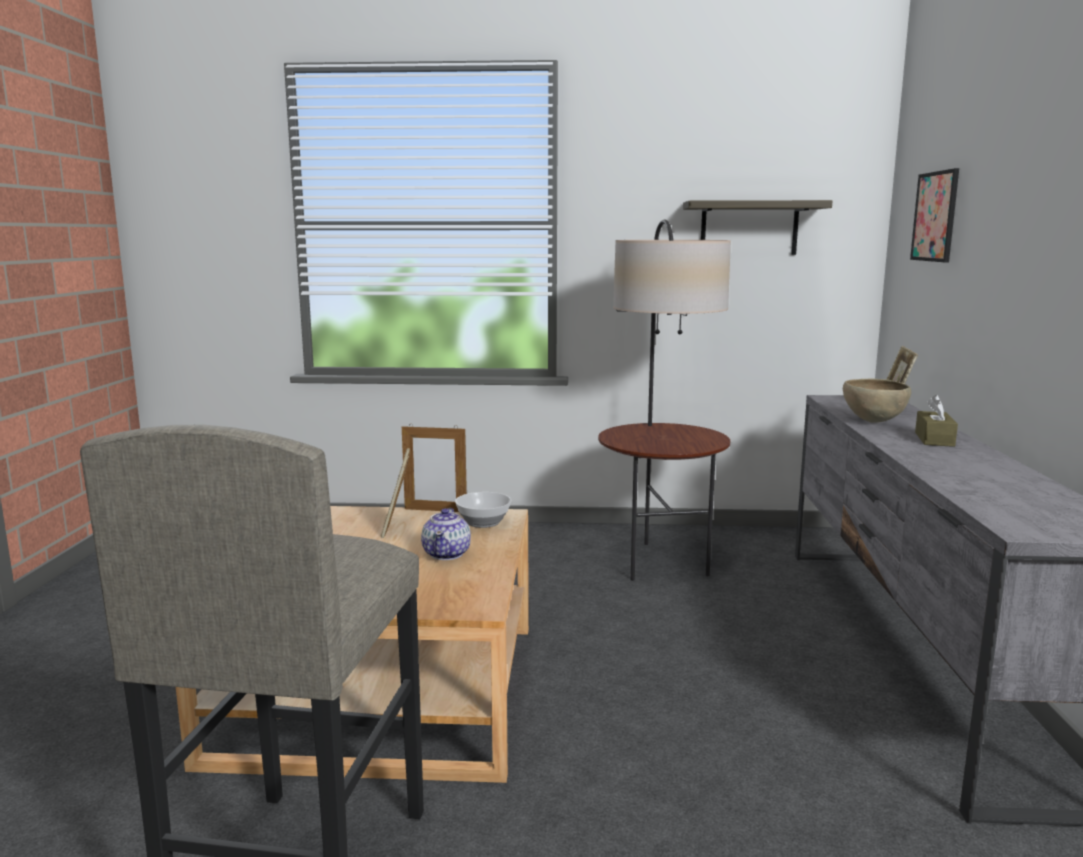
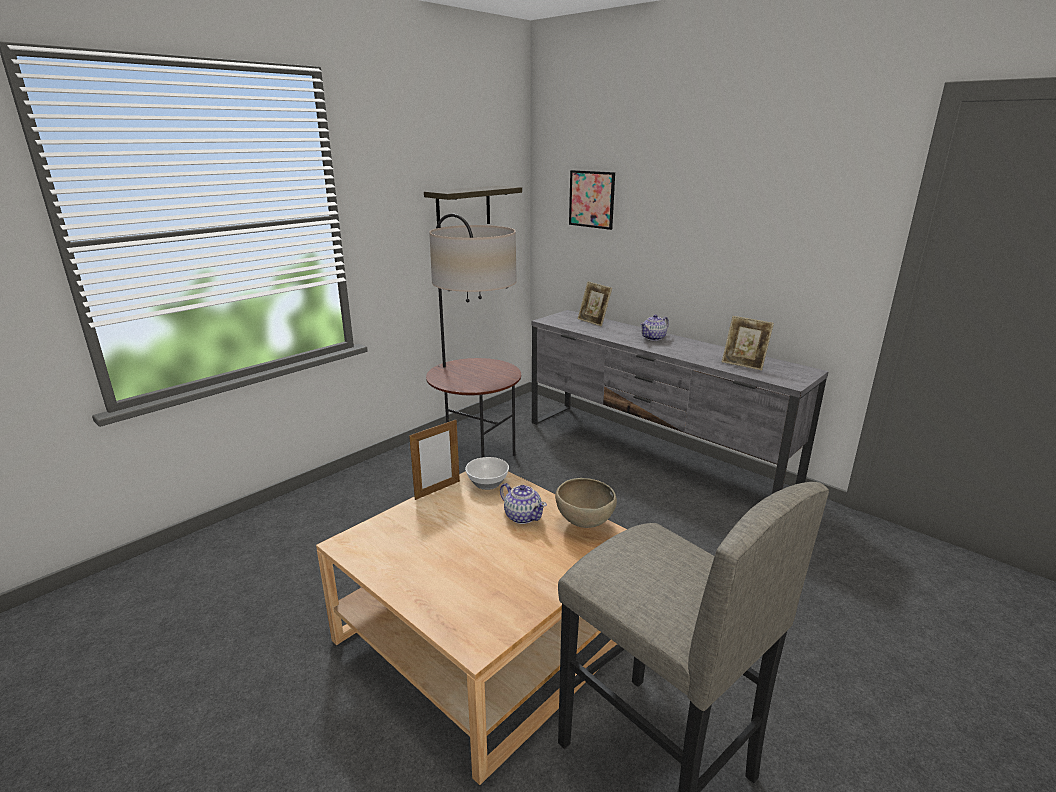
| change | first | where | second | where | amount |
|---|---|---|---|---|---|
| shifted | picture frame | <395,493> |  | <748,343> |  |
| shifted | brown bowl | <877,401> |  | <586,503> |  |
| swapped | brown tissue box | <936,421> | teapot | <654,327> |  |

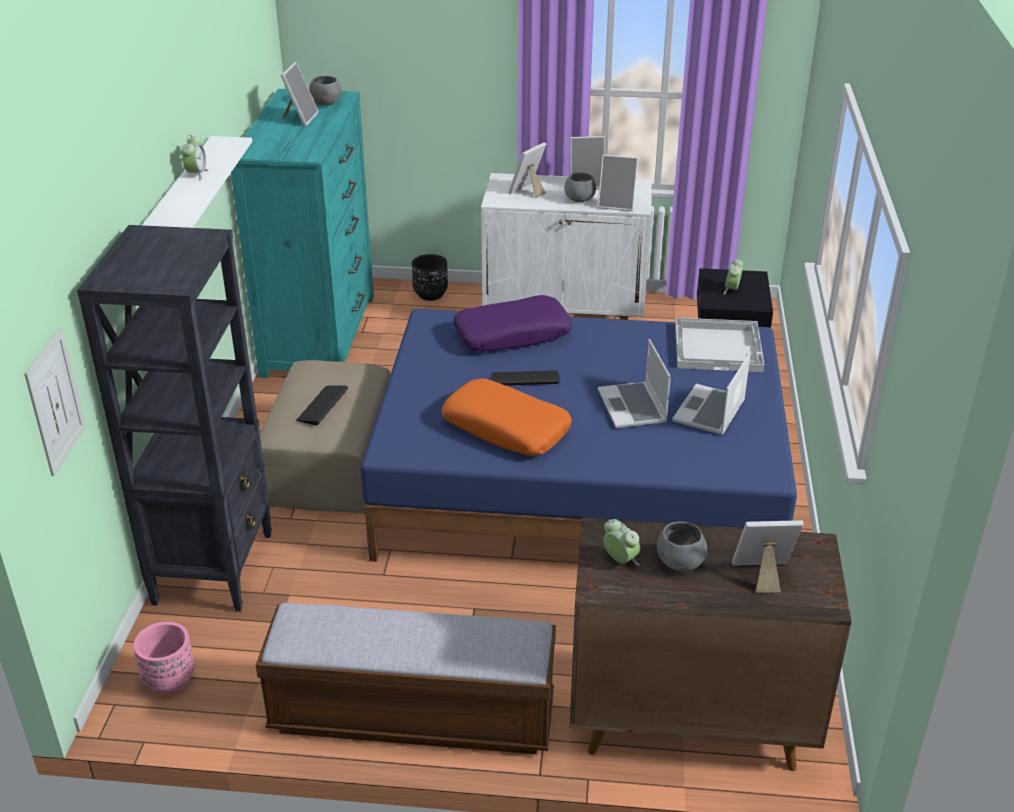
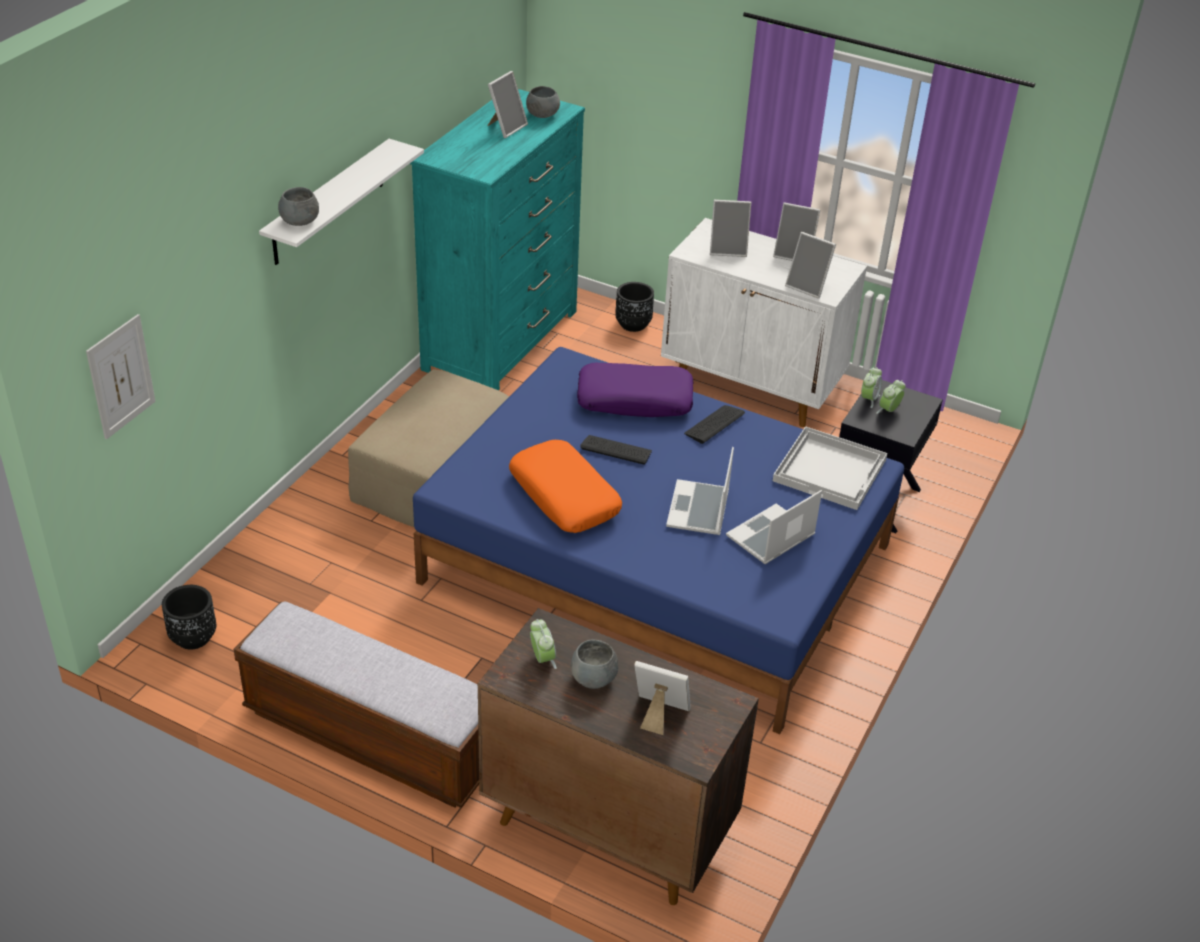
| change | first | where | second | where | amount |
|---|---|---|---|---|---|
| gone | black bookcase | <174,418> |  |  |  |
| shifted | alarm clock | <195,158> |  | <871,387> |  |
| shifted | keyboard | <322,405> |  | <714,424> |  |
| shifted | grey bowl | <580,187> |  | <298,206> |  |
| repainted | pink planter | <164,658> | black planter | <189,617> |  |
| rotated | picture frame | <527,170> |  | <730,228> | 150 degrees counterclockwise |

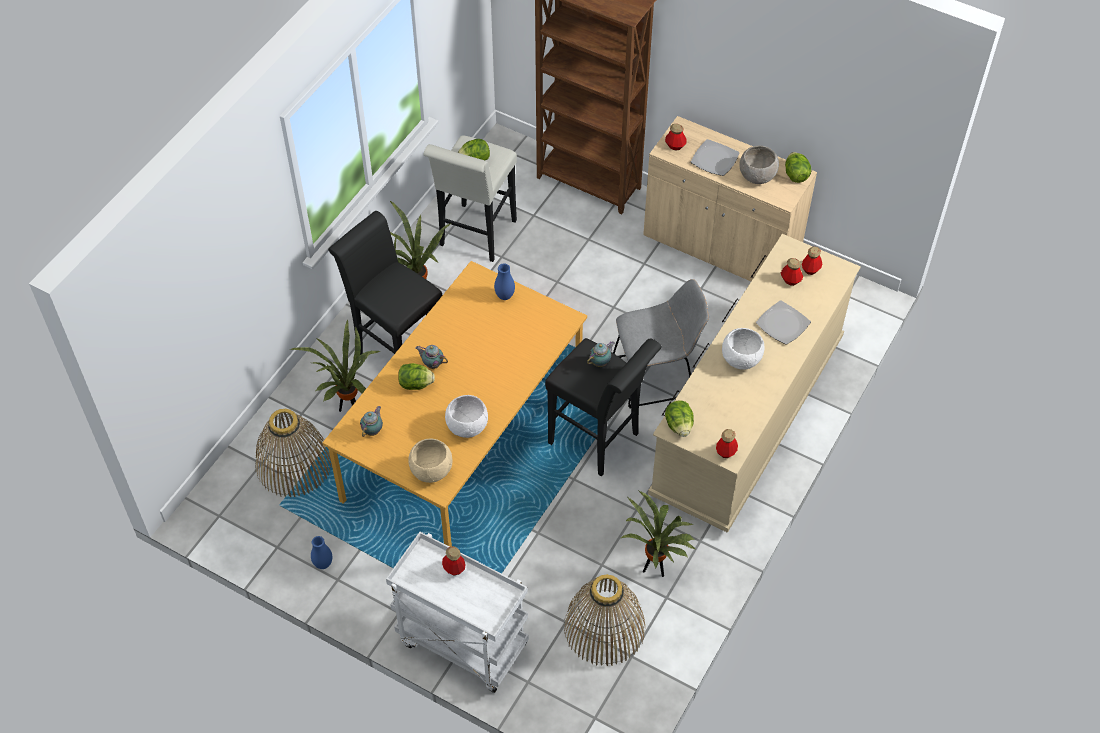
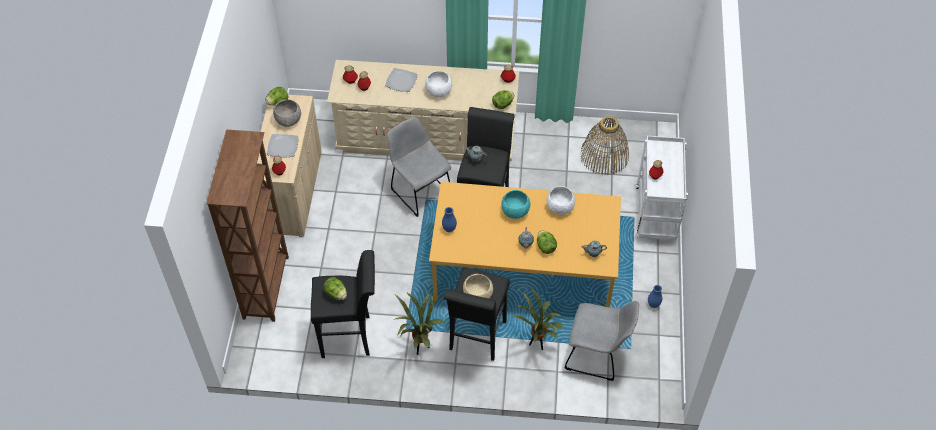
| change | first | where | second | where | amount |
|---|---|---|---|---|---|
| gone | potted plant | <658,534> |  |  |  |
| new |  |  | turquoise bowl | <515,204> |  |
| shifted | beige bowl | <430,460> |  | <478,286> |  |
| swapped | basket | <293,453> | grey chair | <602,341> |  |
| repainted | white stool | <470,198> | black stool | <343,304> |  |

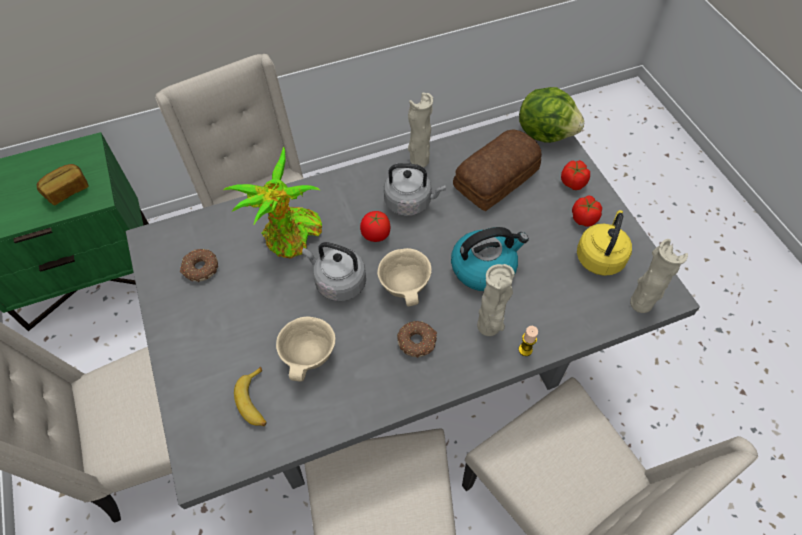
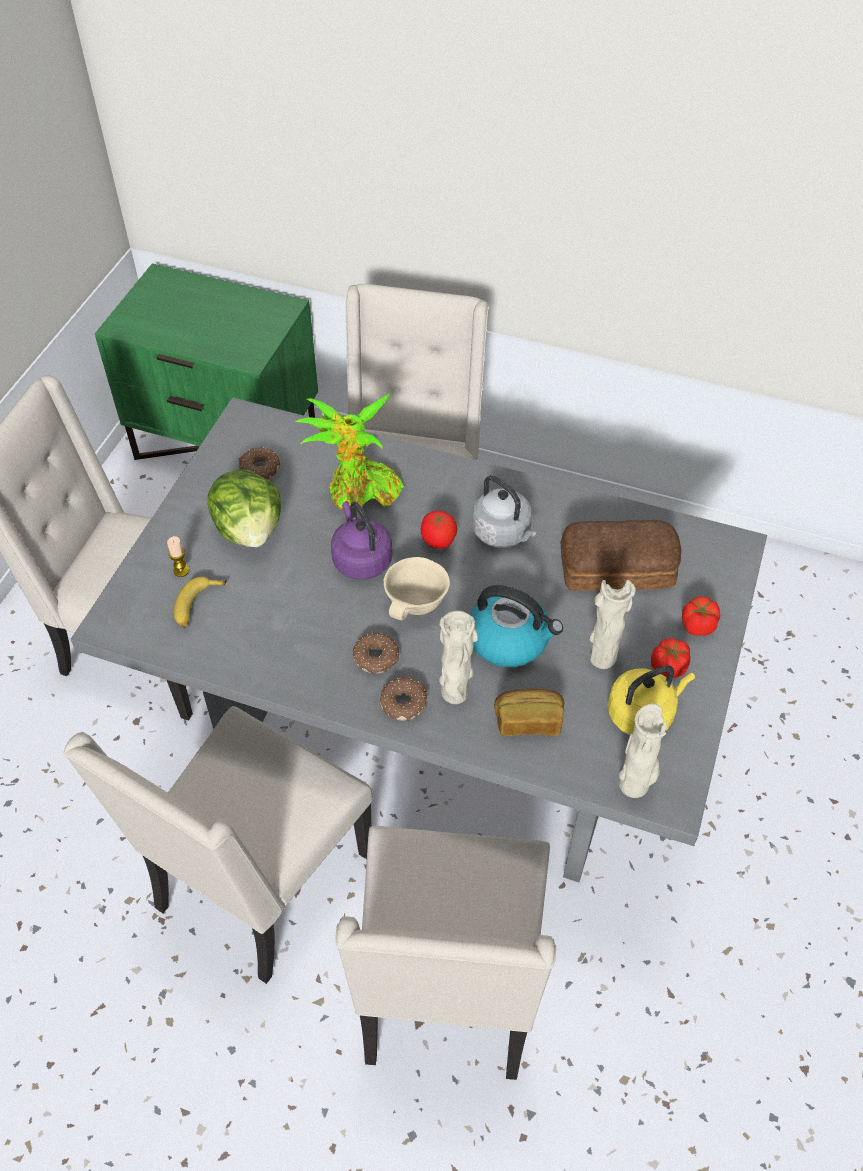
| change | first | where | second | where | amount |
|---|---|---|---|---|---|
| gone | beige bowl | <305,349> |  |  |  |
| new |  |  | donut | <404,698> |  |
| shifted | bread | <62,184> |  | <529,712> |  |
| shifted | beige vase | <420,130> |  | <613,624> |  |
| shifted | candle | <528,341> |  | <178,556> |  |
| shifted | lettuce | <551,115> |  | <244,508> |  |
| repainted | grey kettle | <334,271> | purple kettle | <361,540> |  |

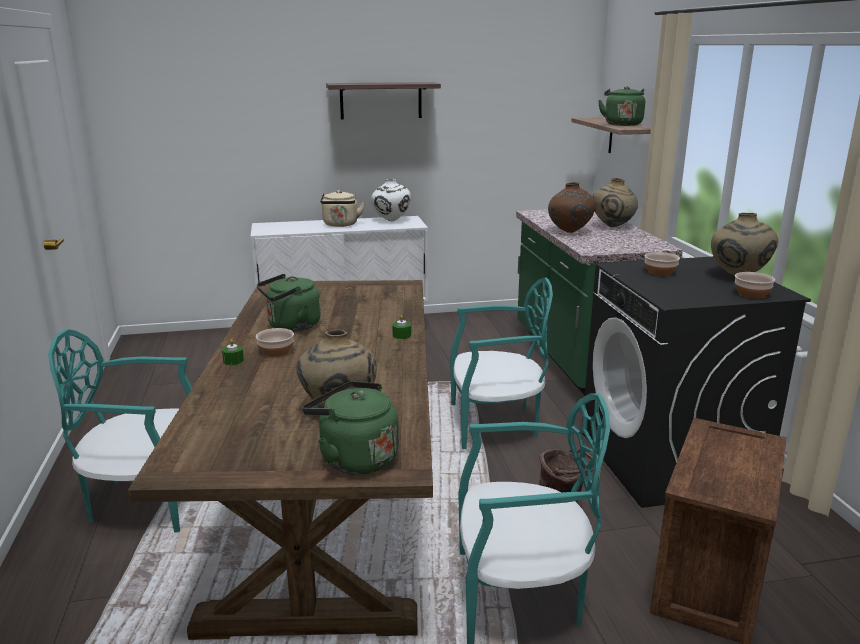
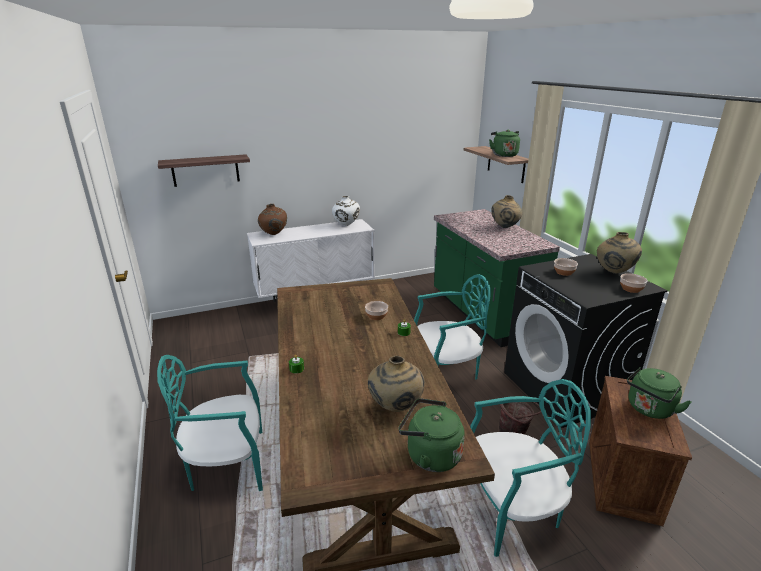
| change | first | where | second | where | amount |
|---|---|---|---|---|---|
| gone | beige kettle | <342,208> |  |  |  |
| shifted | bowl | <275,342> |  | <376,310> |  |
| shifted | green kettle | <289,303> |  | <659,393> |  |
| shifted | shelf | <383,101> |  | <204,170> |  |
| shifted | brown vase | <572,207> |  | <272,219> |  |

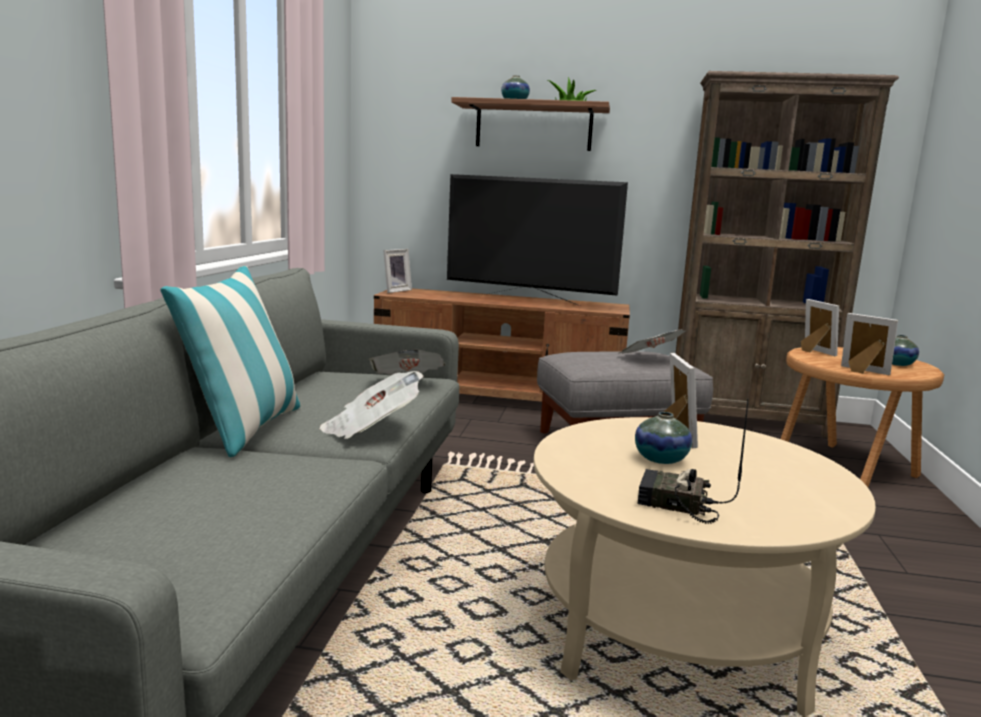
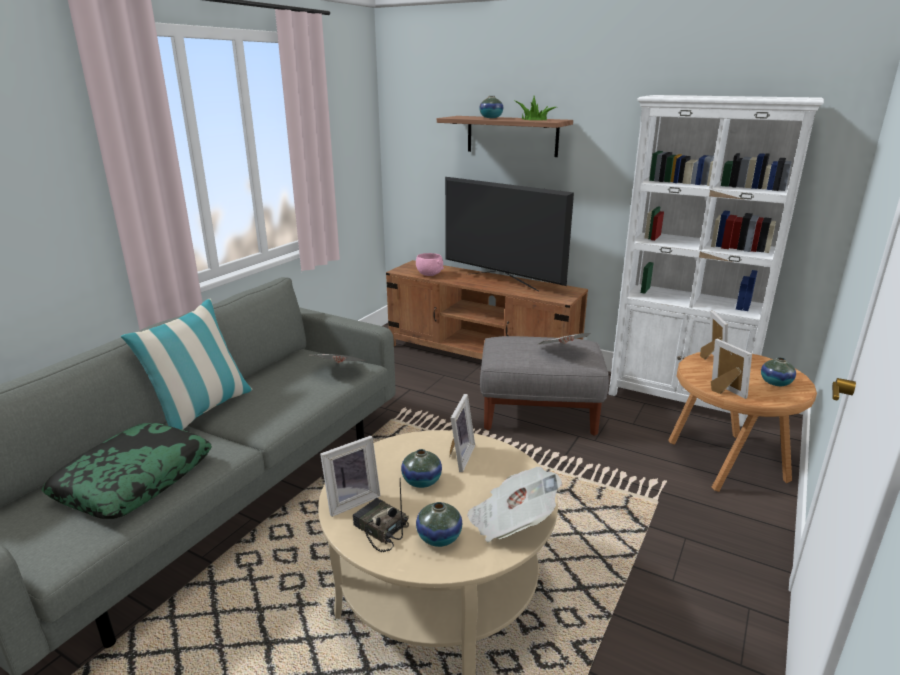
| change | first | where | second | where | amount |
|---|---|---|---|---|---|
| new |  |  | pillow | <127,471> |  |
| new |  |  | pink bowl | <430,264> |  |
| new |  |  | vase | <439,524> |  |
| shifted | newspaper | <372,405> |  | <514,504> |  |
| shifted | picture frame | <397,271> |  | <350,476> |  |
| repainted | brown bookcase | <787,254> | white bookcase | <716,261> |  |

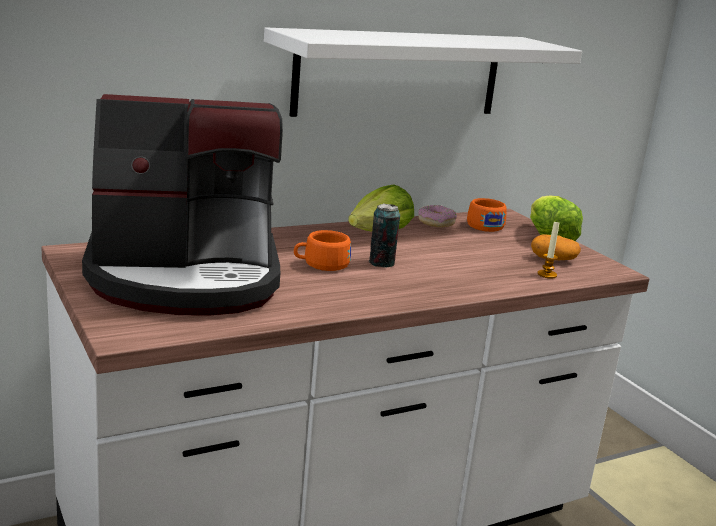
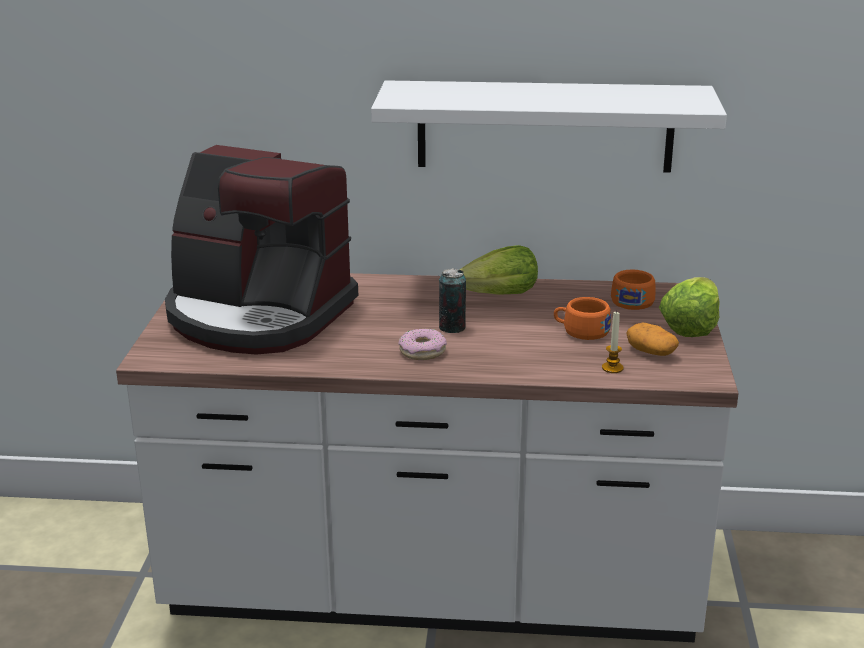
| change | first | where | second | where | amount |
|---|---|---|---|---|---|
| shifted | orange cup | <322,250> |  | <582,318> |  |
| shifted | donut | <437,216> |  | <422,344> |  |

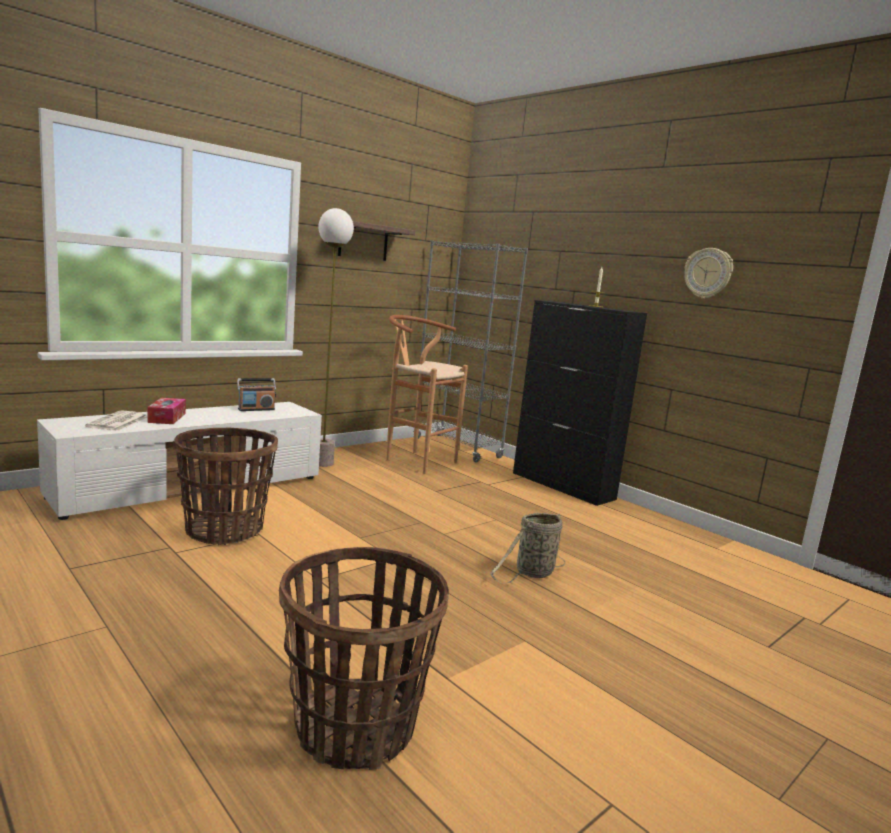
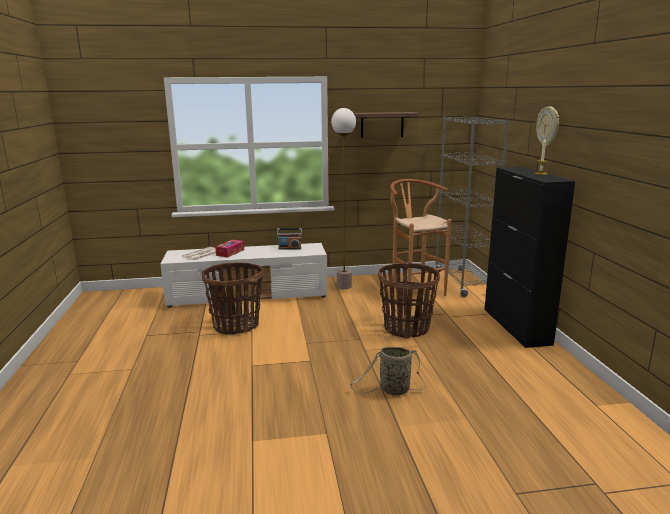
| change | first | where | second | where | amount |
|---|---|---|---|---|---|
| shifted | basket | <364,658> |  | <409,301> |  |
| shifted | wall clock | <708,273> |  | <547,126> |  |

